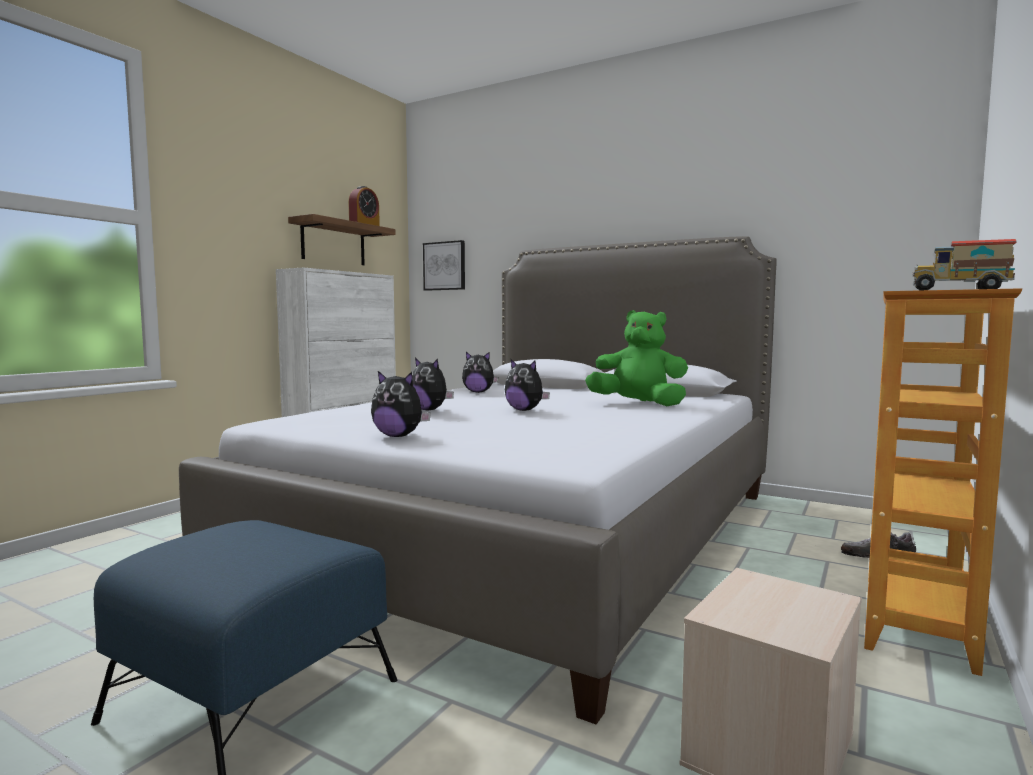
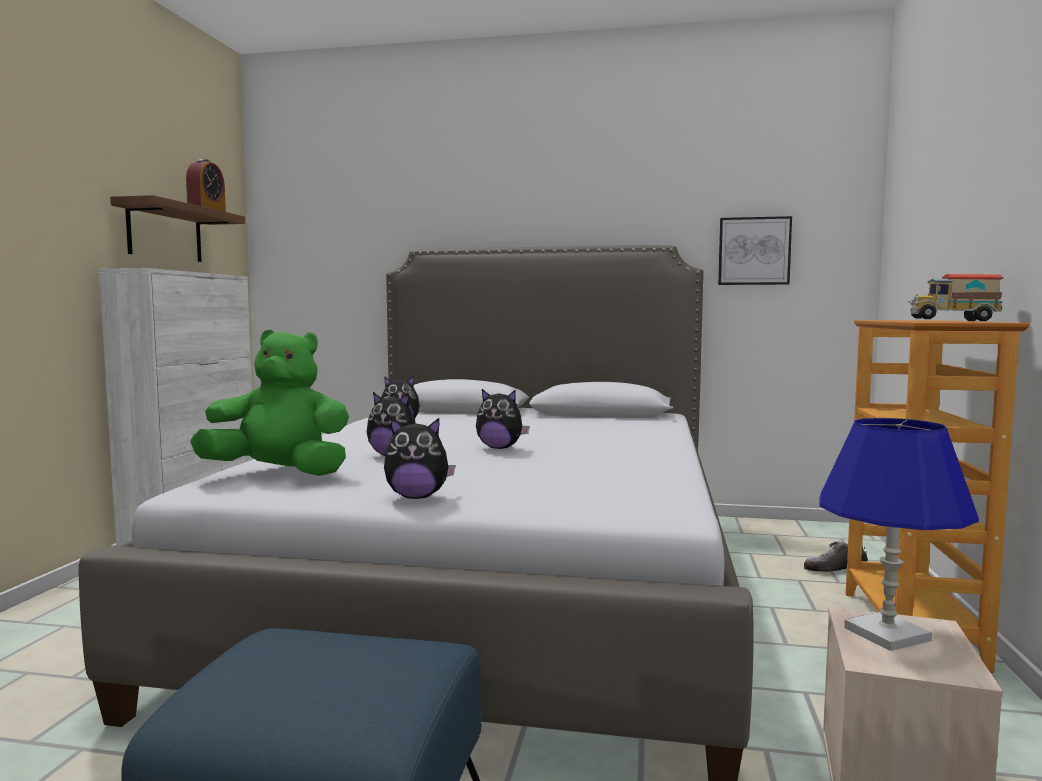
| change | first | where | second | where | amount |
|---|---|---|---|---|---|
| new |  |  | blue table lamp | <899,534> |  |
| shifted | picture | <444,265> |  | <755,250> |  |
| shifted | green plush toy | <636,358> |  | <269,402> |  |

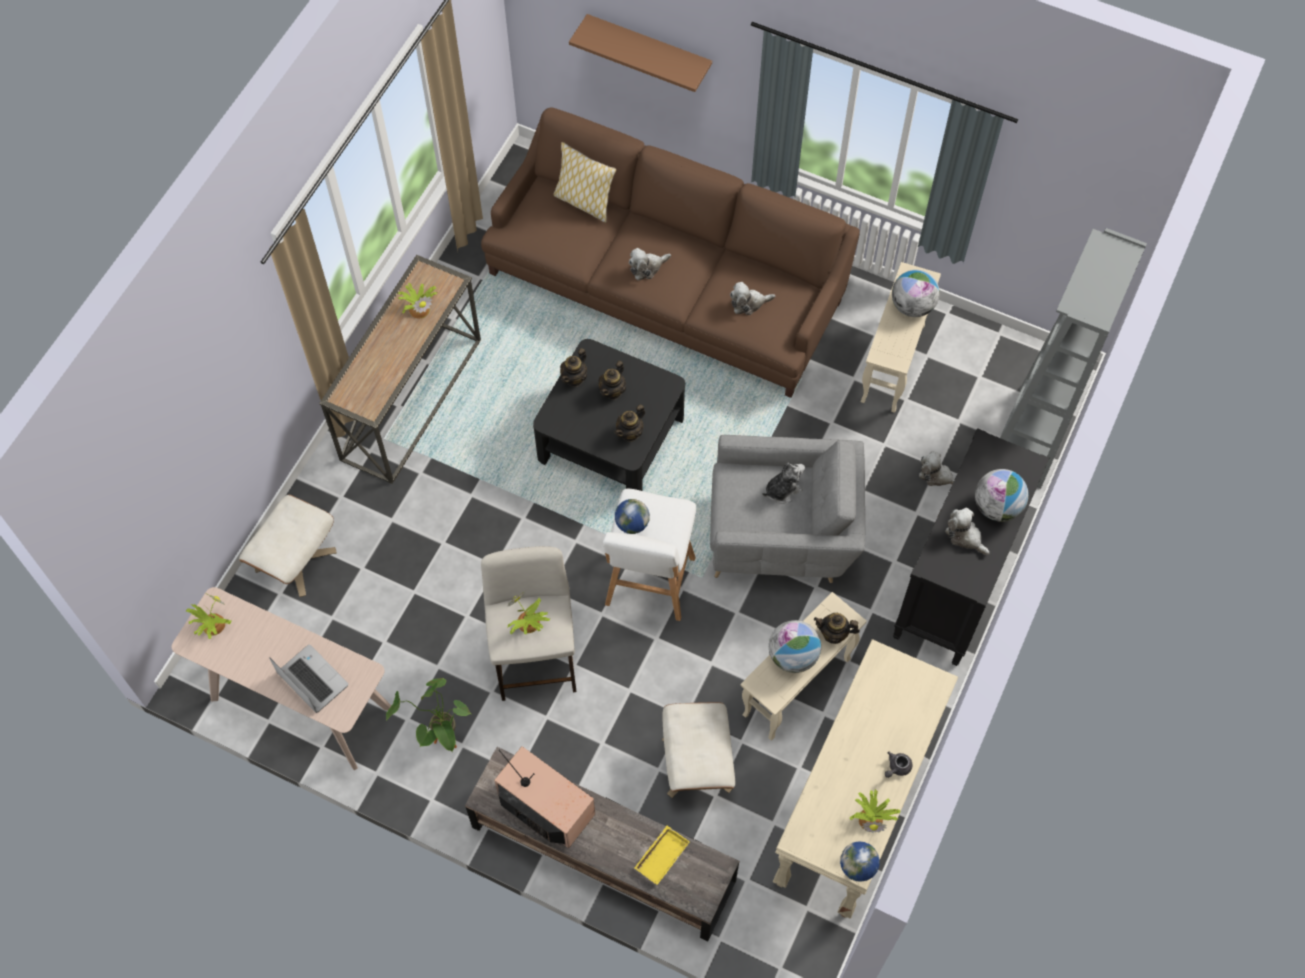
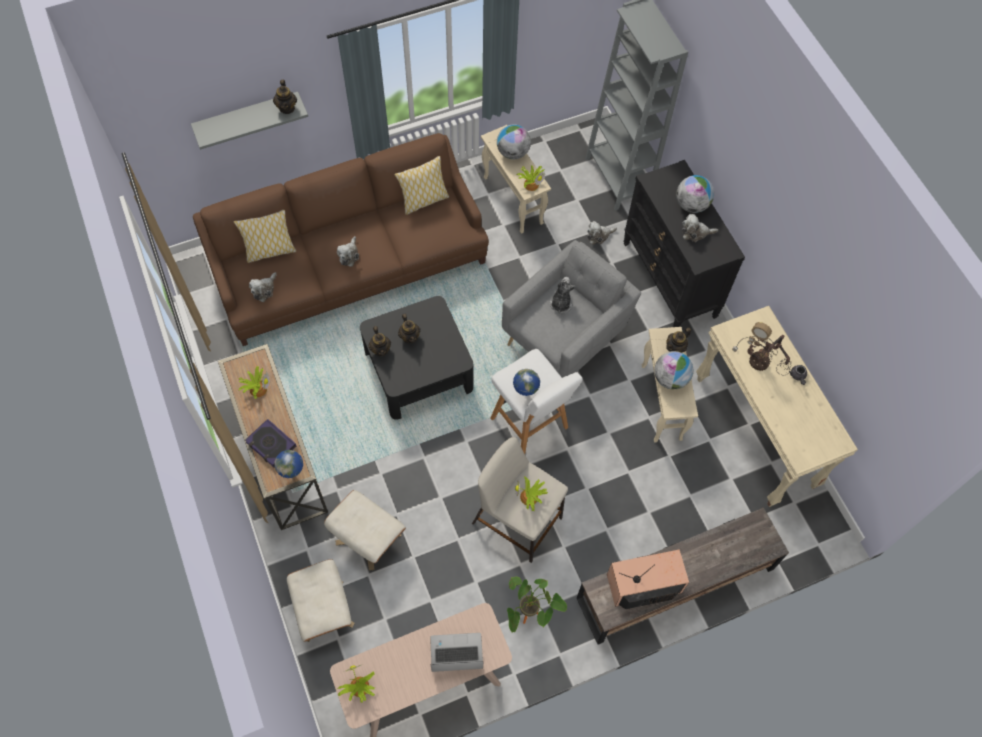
| change | first | where | second | where | amount |
|---|---|---|---|---|---|
| gone | yellow tray | <662,854> |  |  |  |
| new |  |  | book | <270,443> |  |
| new |  |  | pillow | <421,185> |  |
| new |  |  | table lamp | <762,348> |  |
| shifted | teapot | <629,423> |  | <285,97> |  |
| shifted | beige ottoman | <698,750> |  | <365,530> |  |
| shifted | plush toy | <752,298> |  | <263,287> |  |
| shifted | globe | <860,861> |  | <288,464> |  |
| shifted | potted plant | <875,811> |  | <531,178> |  |
| repainted | brown shelf | <640,53> | grey shelf | <249,121> |  |

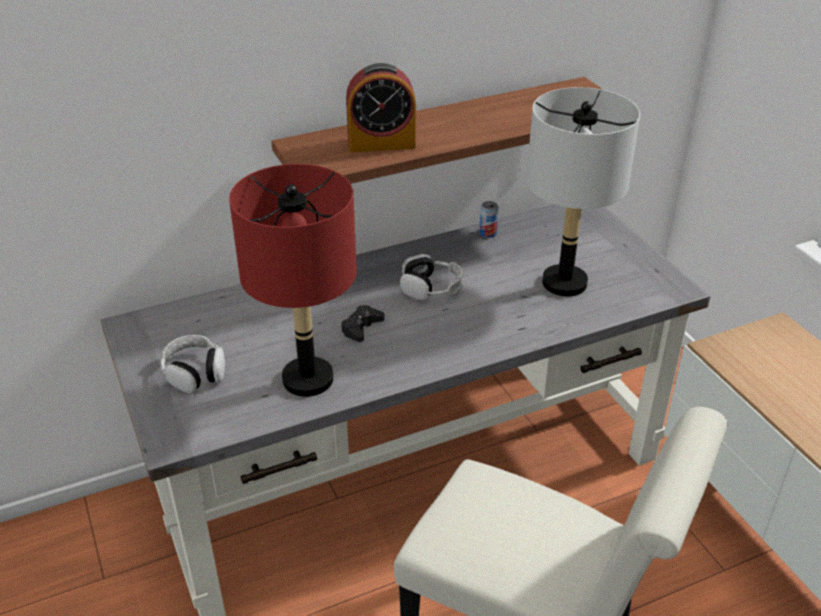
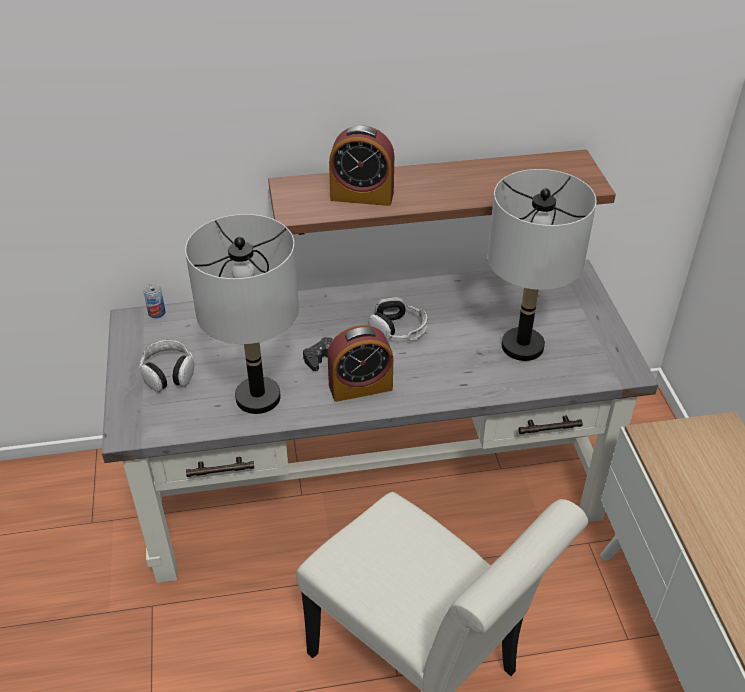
| change | first | where | second | where | amount |
|---|---|---|---|---|---|
| new |  |  | alarm clock | <360,363> |  |
| shifted | can | <489,219> |  | <154,300> |  |
| repainted | red table lamp | <293,280> | grey table lamp | <242,314> |  |

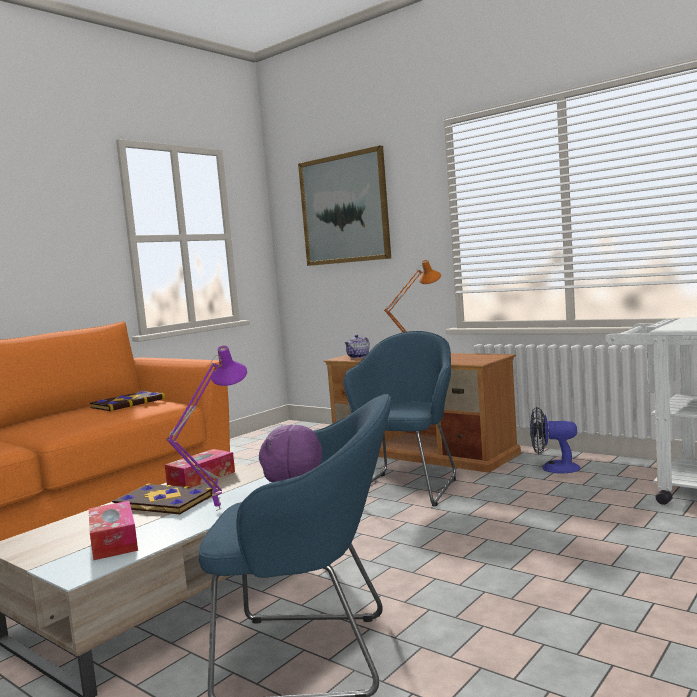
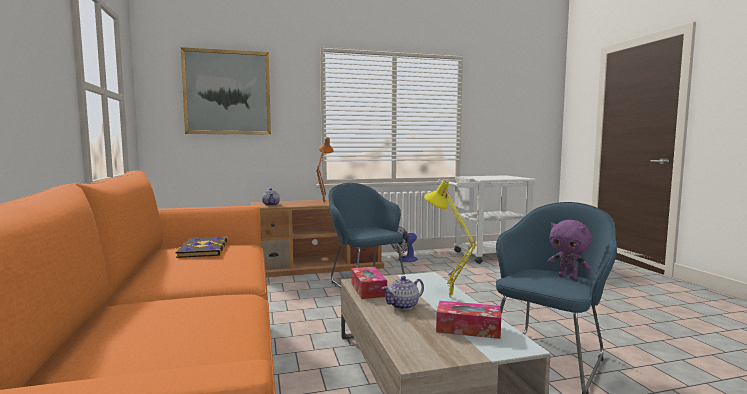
| change | first | where | second | where | amount |
|---|---|---|---|---|---|
| swapped | book | <162,498> | teapot | <402,293> |  |
| repainted | purple table lamp | <206,428> | yellow table lamp | <450,239> |  |

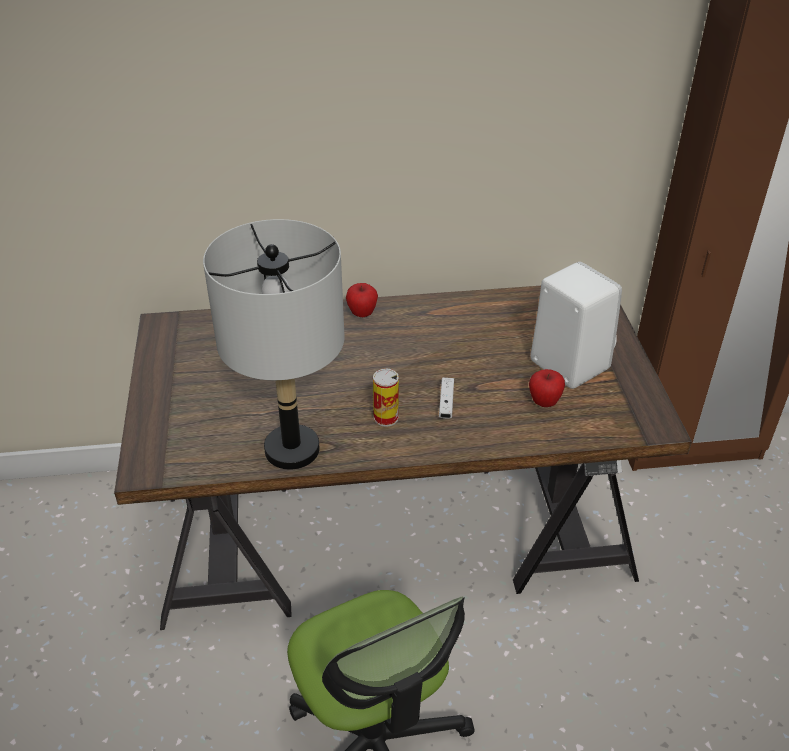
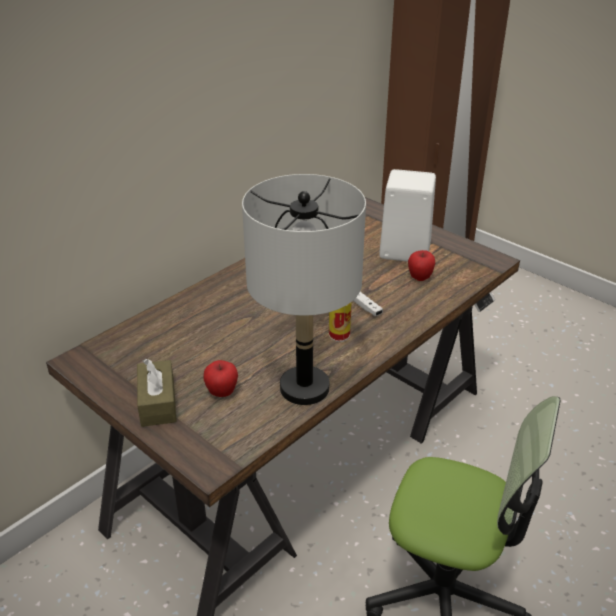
| change | first | where | second | where | amount |
|---|---|---|---|---|---|
| new |  |  | brown tissue box | <157,393> |  |
| shifted | apple | <362,300> |  | <220,378> |  |

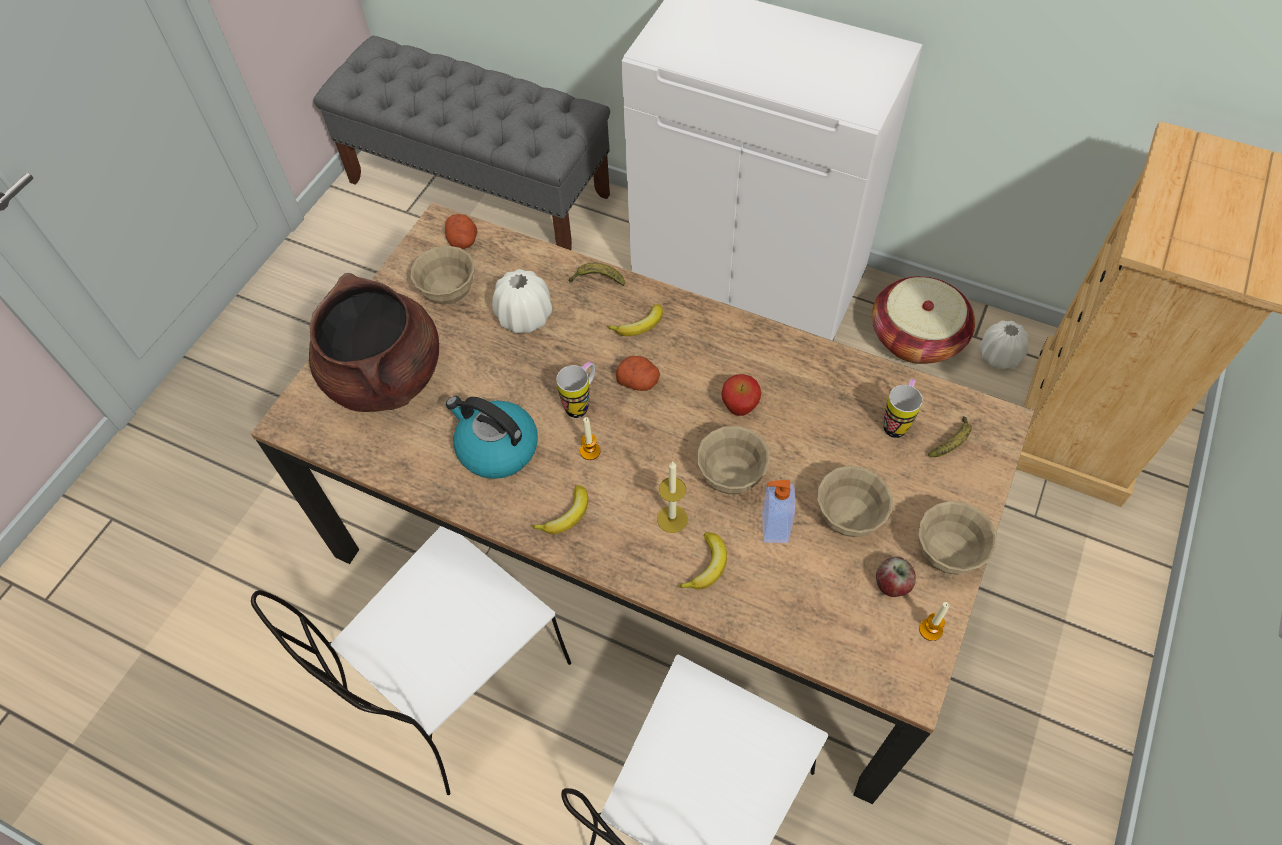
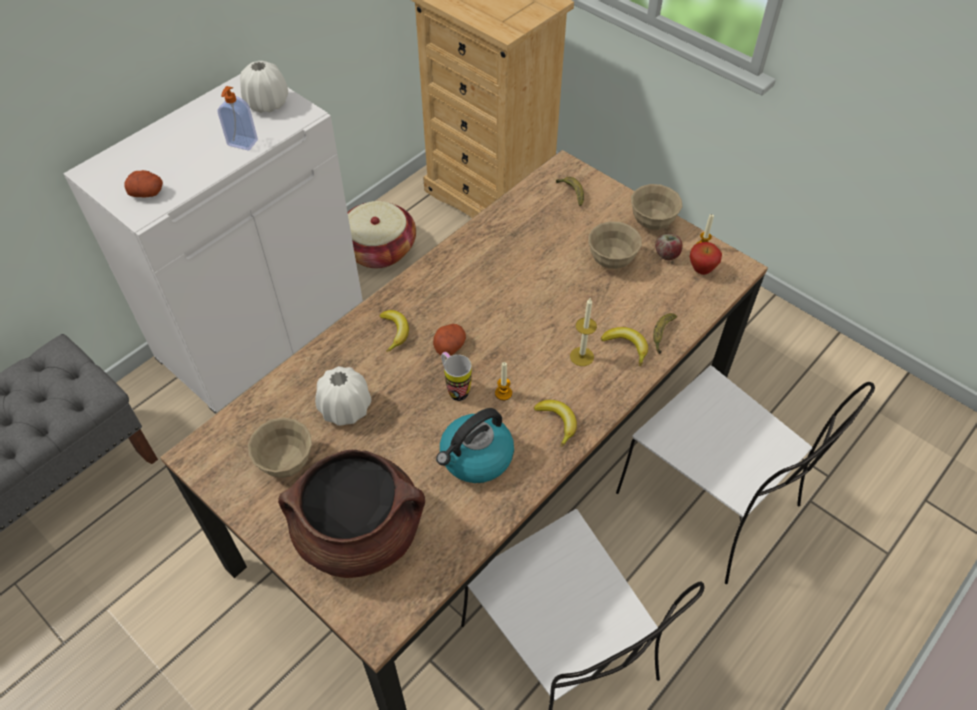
| change | first | where | second | where | amount |
|---|---|---|---|---|---|
| gone | beige bowl | <733,460> |  |  |  |
| gone | mug | <903,408> |  |  |  |
| shifted | potato | <461,231> |  | <143,183> |  |
| shifted | banana | <597,274> |  | <665,333> |  |
| shifted | apple | <741,395> |  | <706,258> |  |
| shifted | soap dispenser | <778,511> |  | <238,118> |  |
| shifted | white vase | <1003,344> |  | <264,87> |  |

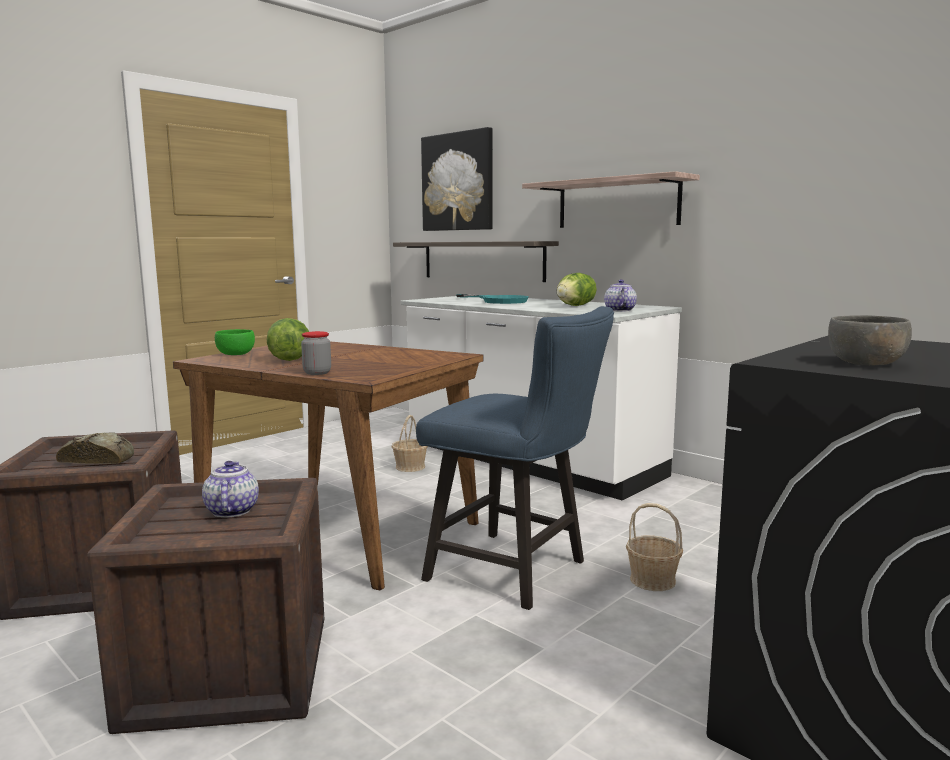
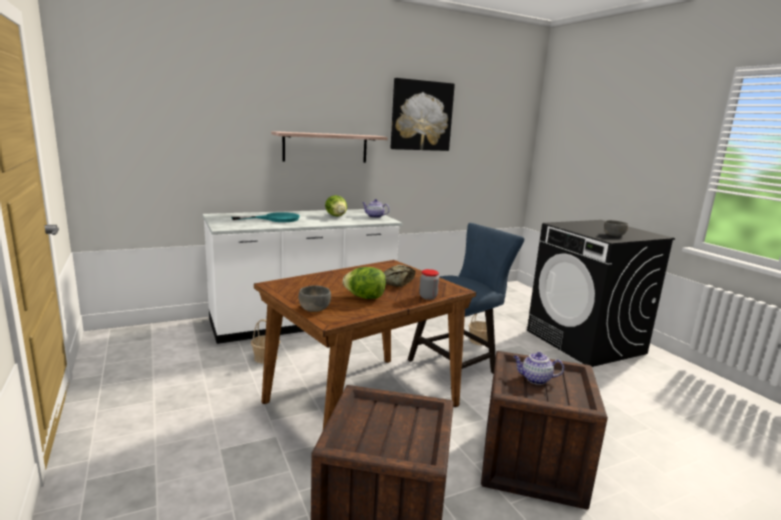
| change | first | where | second | where | amount |
|---|---|---|---|---|---|
| gone | shelf | <476,261> |  |  |  |
| shifted | bread | <95,448> |  | <399,275> |  |
| shifted | picture | <457,179> |  | <423,114> |  |
| repainted | green bowl | <235,342> | grey bowl | <315,298> |  |

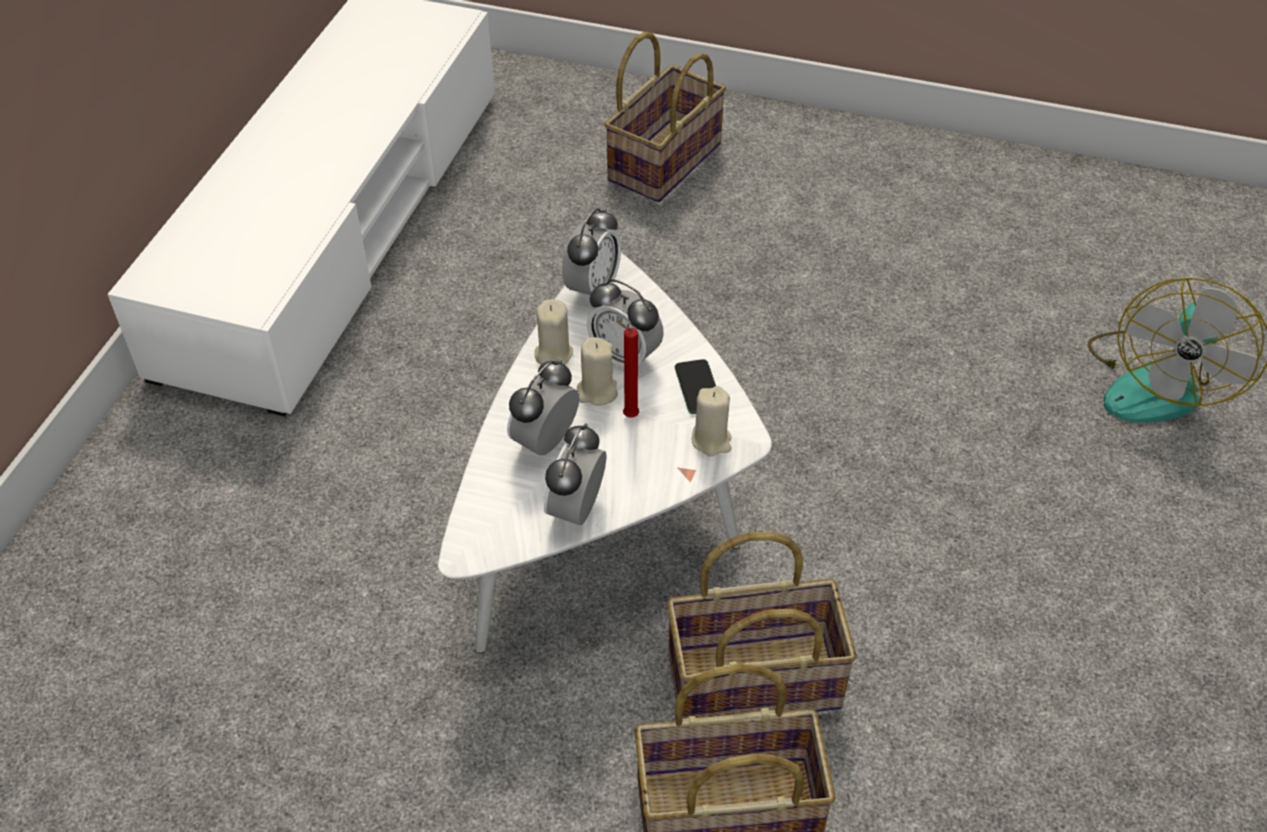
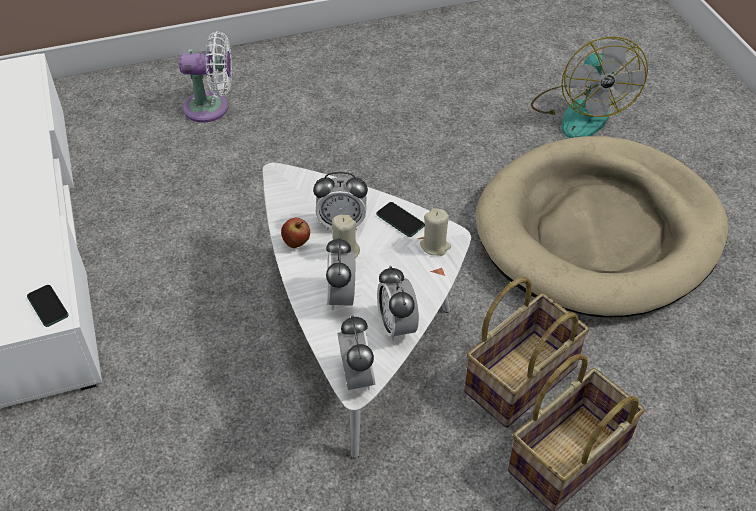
| change | first | where | second | where | amount |
|---|---|---|---|---|---|
| gone | red candle | <627,369> |  |  |  |
| new |  |  | phone | <48,306> |  |
| new |  |  | beige dog bed | <602,227> |  |
| shifted | alarm clock | <591,251> |  | <356,352> |  |
| swapped | beige candle | <553,332> | apple | <295,233> |  |
| swapped | basket | <665,117> | white fan | <205,77> |  |

